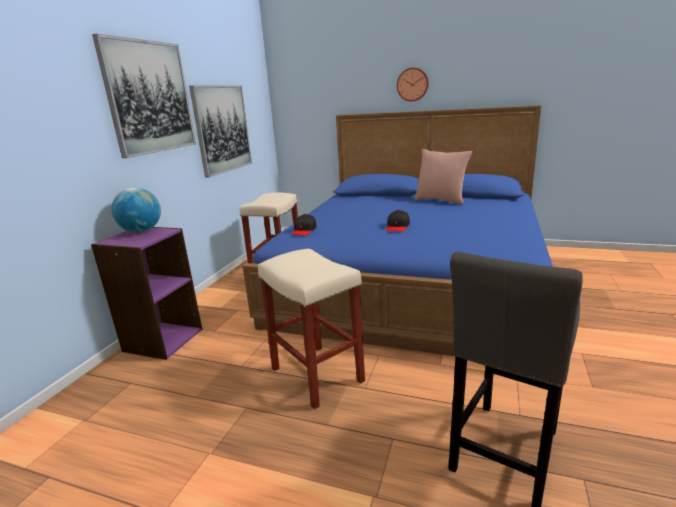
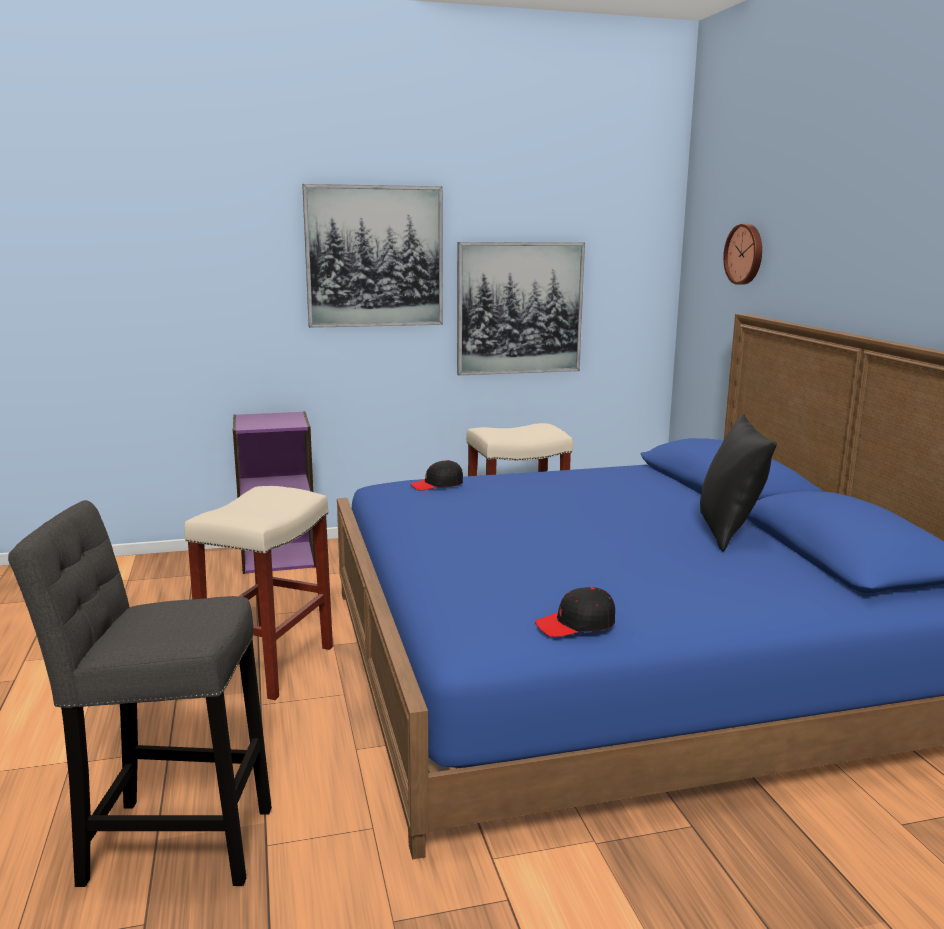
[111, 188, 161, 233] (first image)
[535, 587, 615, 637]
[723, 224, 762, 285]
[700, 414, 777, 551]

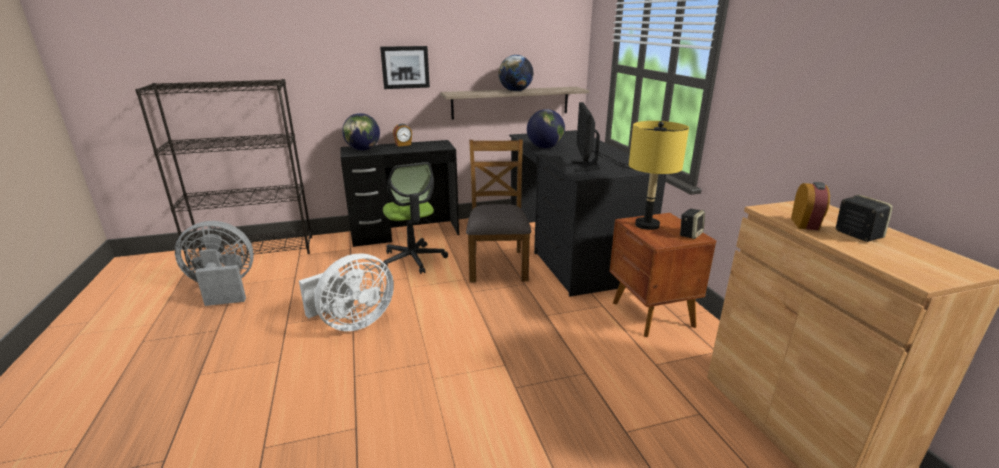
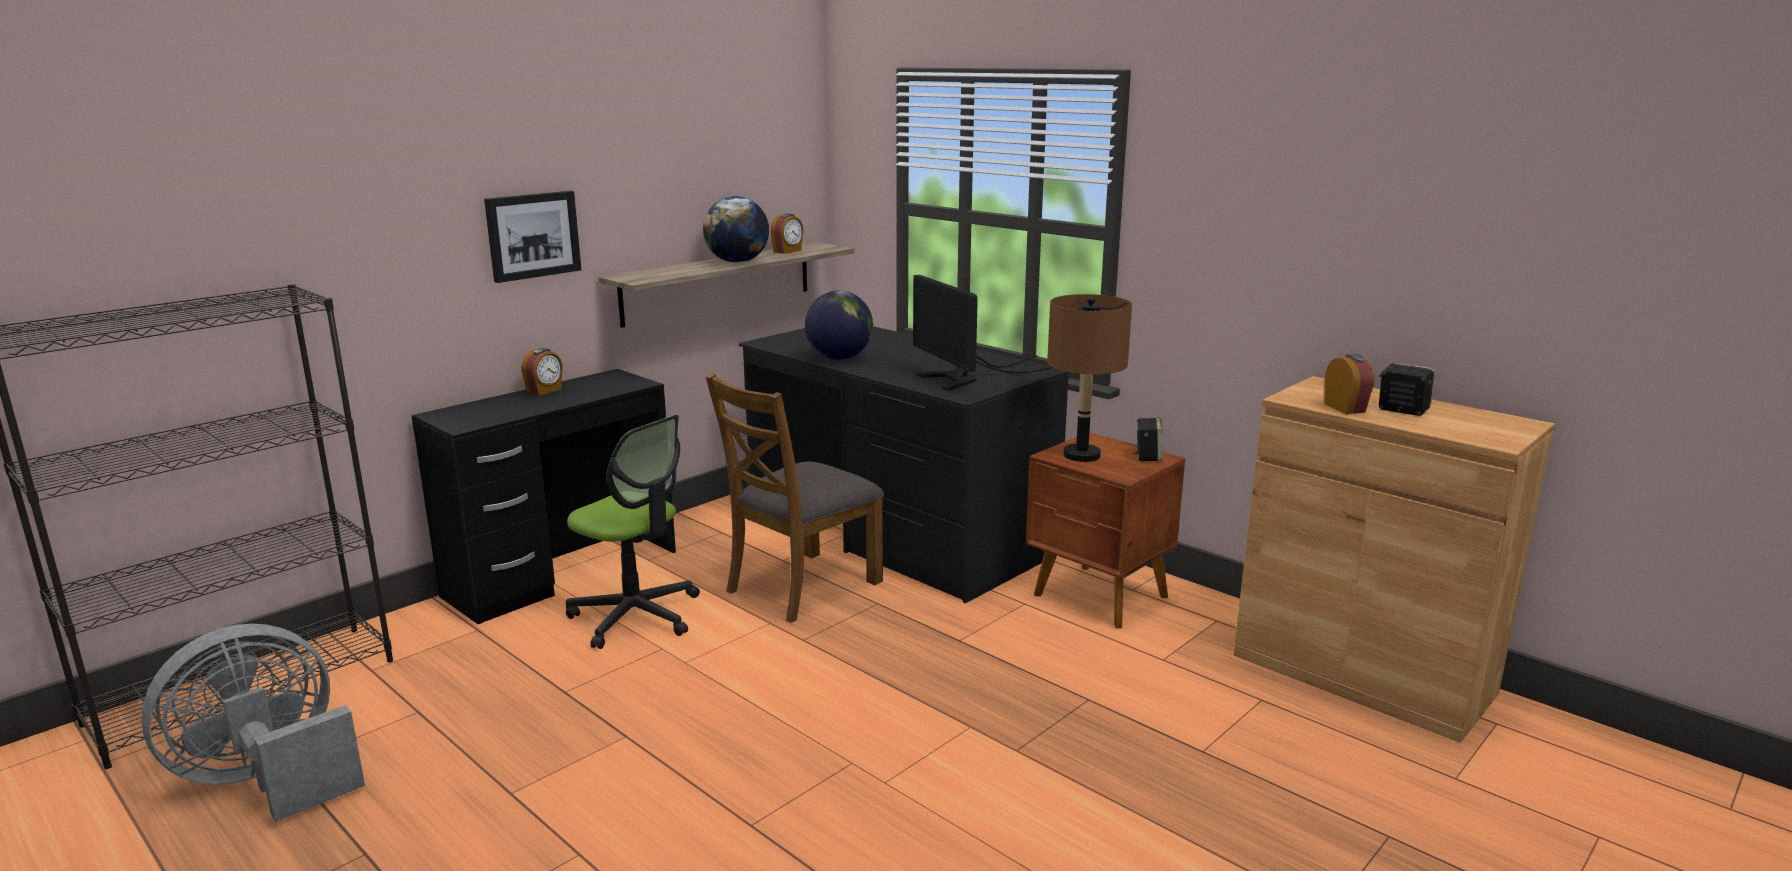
[299, 253, 394, 331] (first image)
[342, 113, 380, 150] (first image)
[706, 373, 884, 623]
[1047, 294, 1132, 462]
[770, 213, 804, 254]

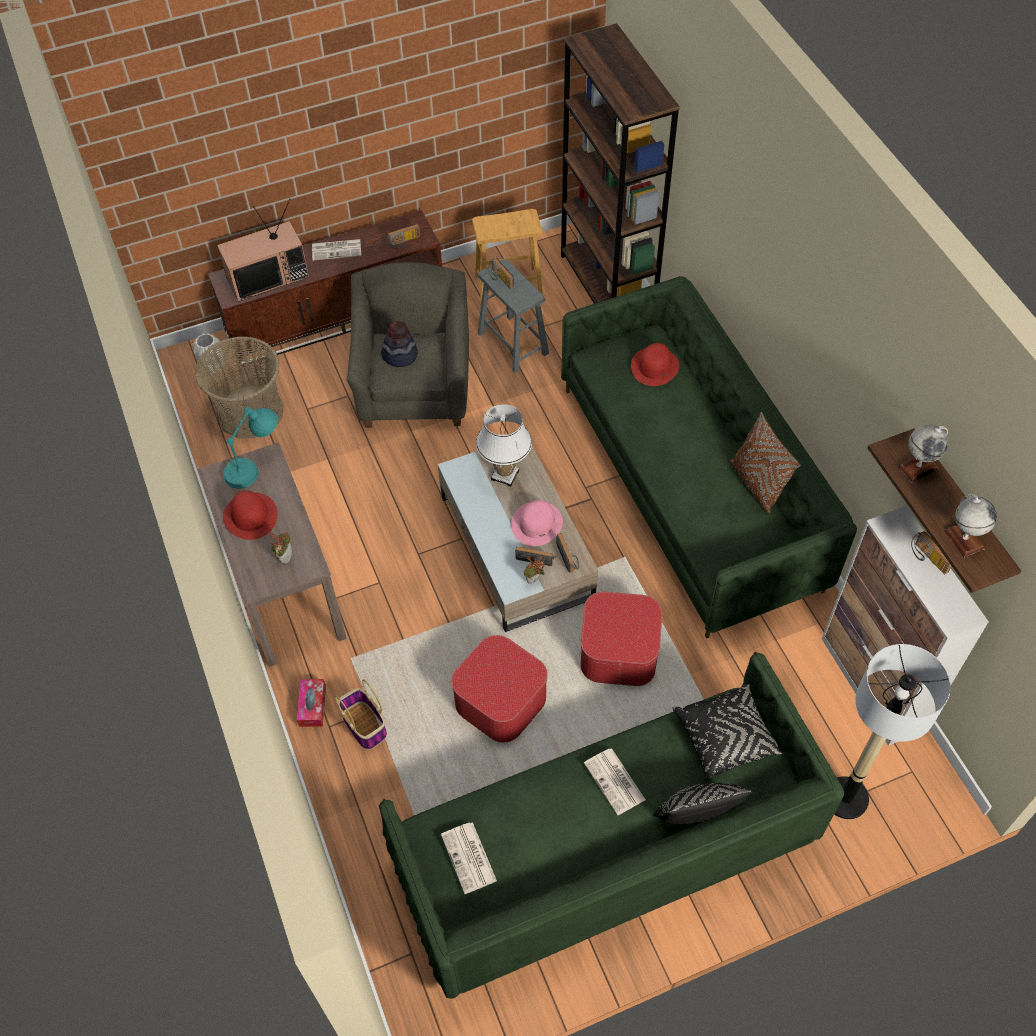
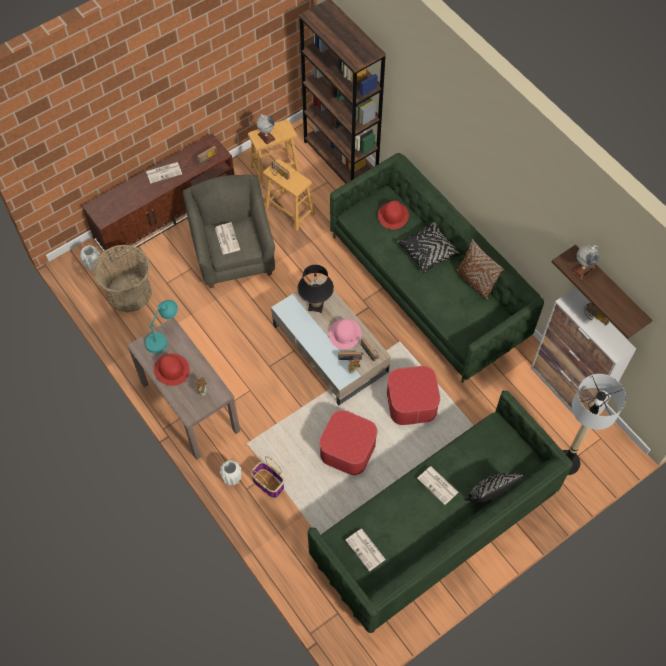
[217, 198, 309, 302] (first image)
[220, 460, 241, 485]
[215, 223, 240, 255]
[298, 265, 334, 313]
[263, 159, 315, 231]
[397, 222, 460, 273]
[257, 114, 275, 144]

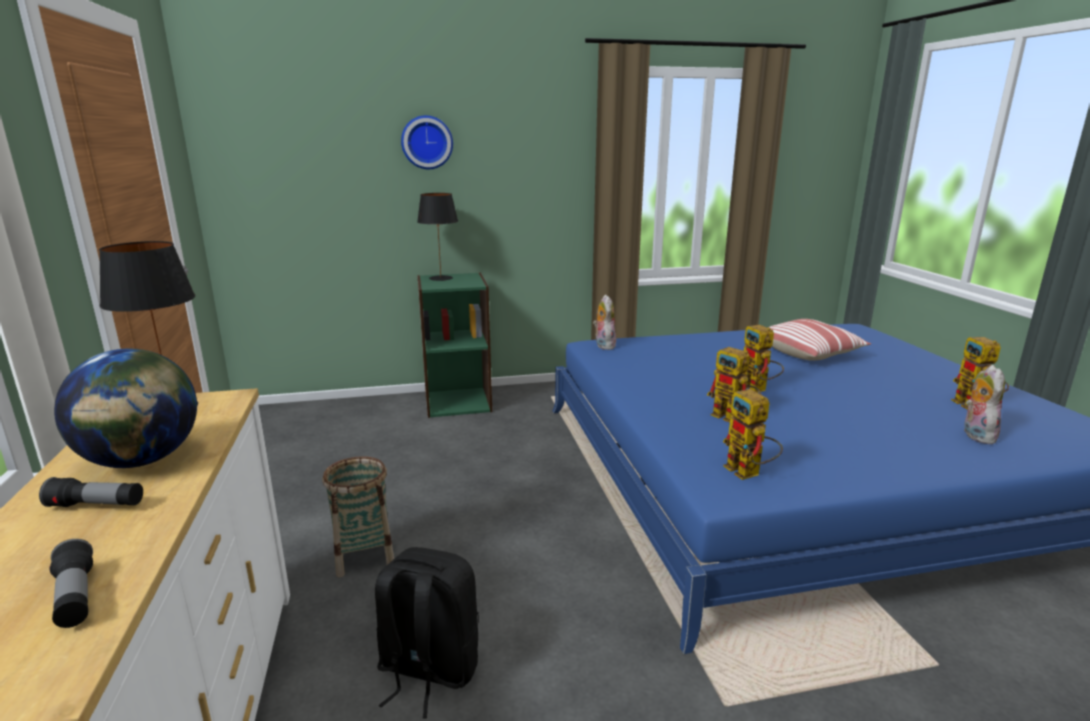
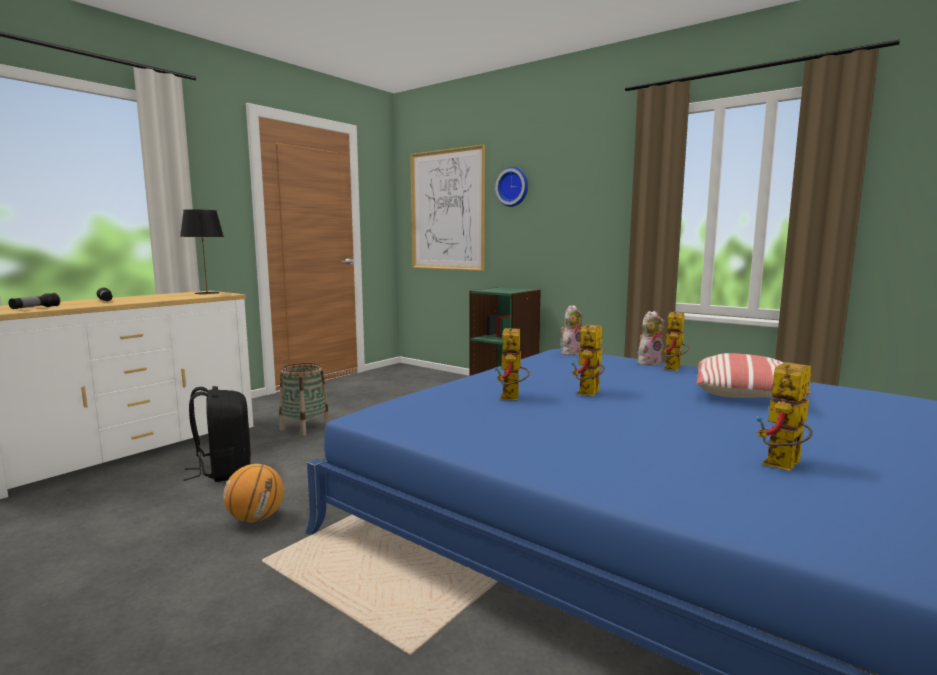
[54, 349, 197, 468] (first image)
[417, 193, 458, 281] (first image)
[660, 311, 690, 371]
[637, 311, 665, 365]
[223, 464, 284, 523]
[410, 145, 485, 271]

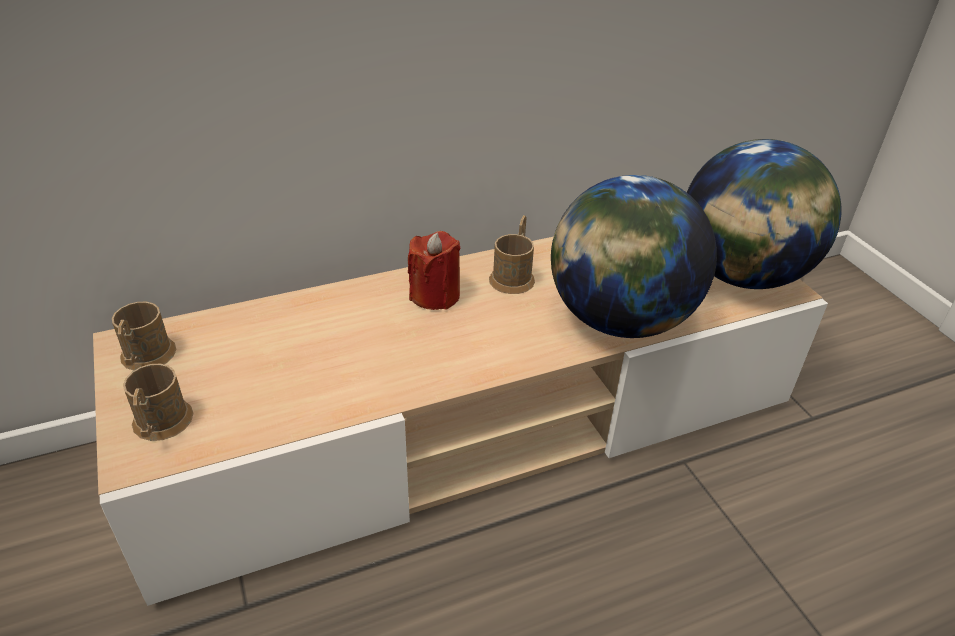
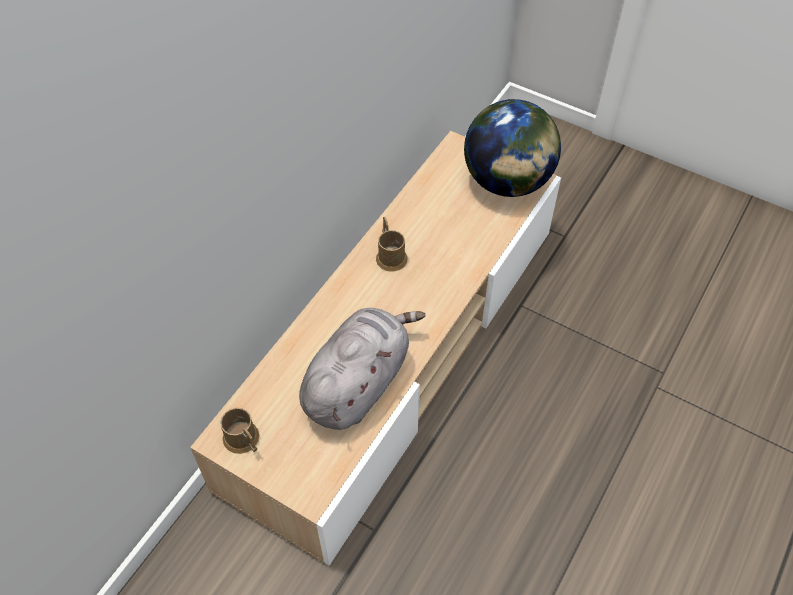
[123, 364, 193, 441] (first image)
[408, 231, 460, 310] (first image)
[551, 175, 717, 338] (first image)
[299, 308, 426, 430]

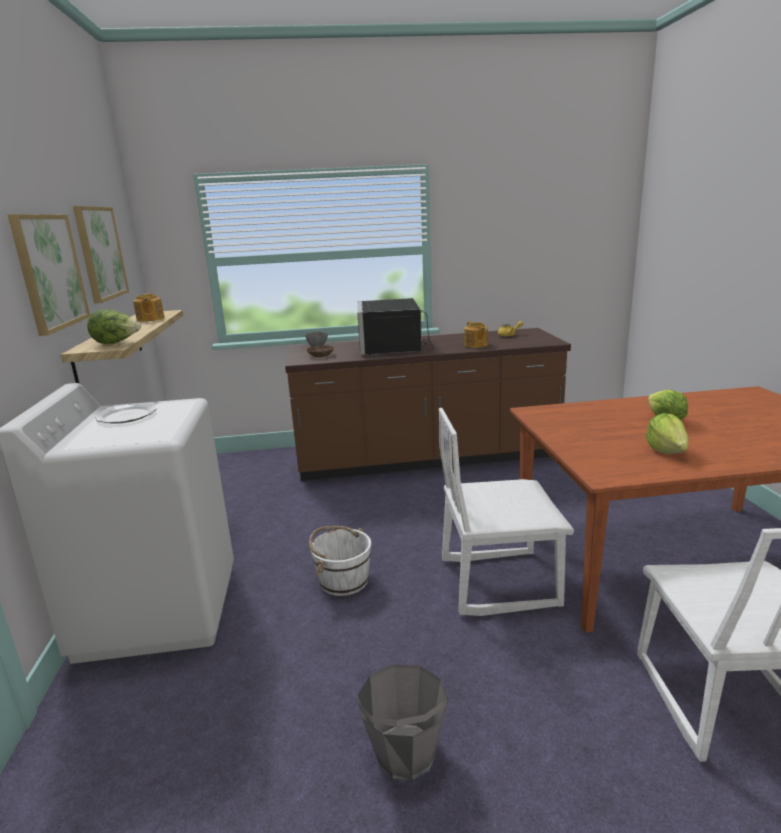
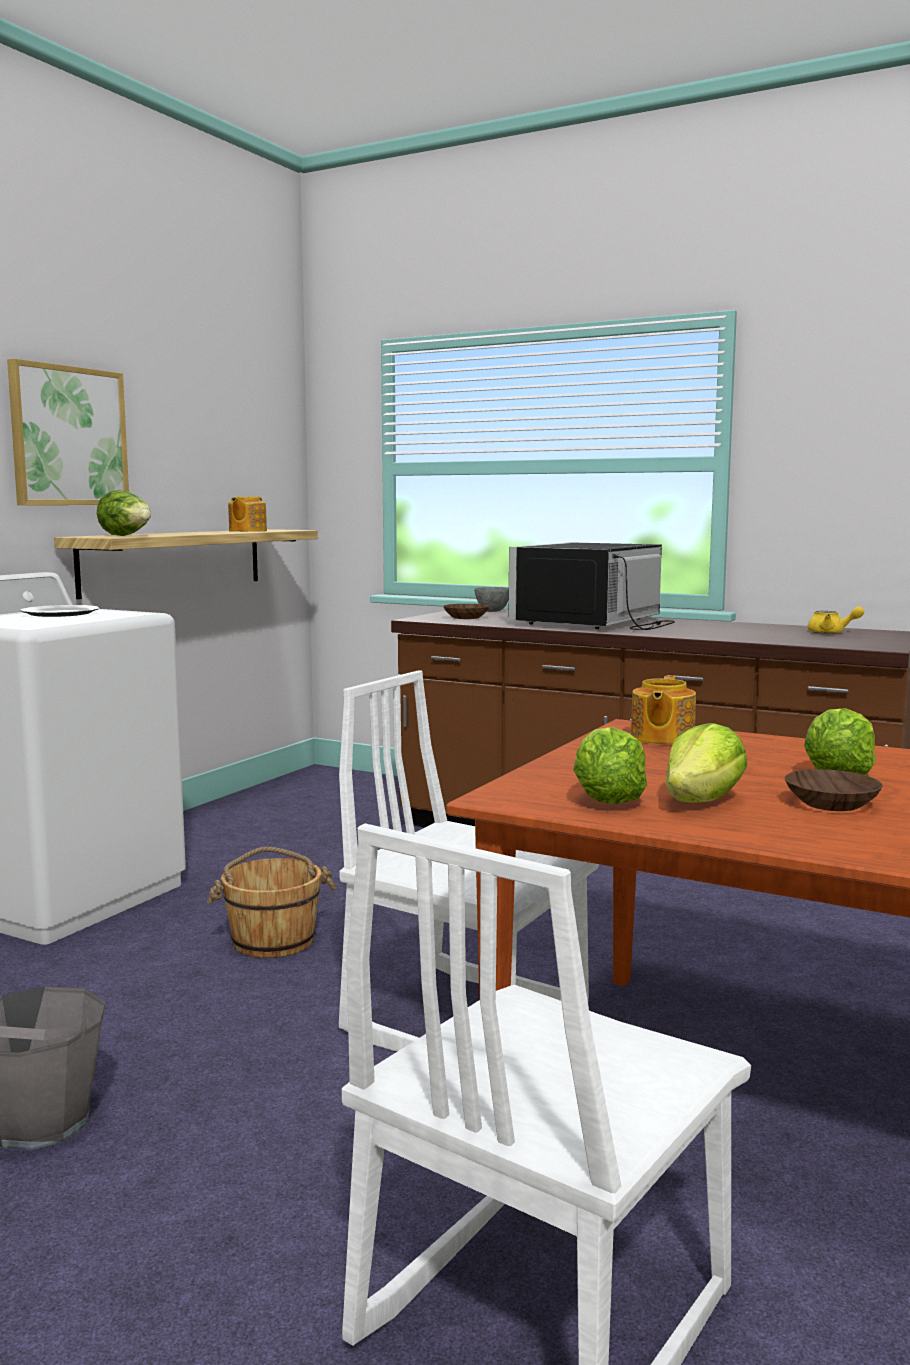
[73, 206, 129, 303] (first image)
[207, 847, 336, 958]
[631, 675, 696, 745]
[573, 727, 647, 804]
[785, 769, 883, 811]

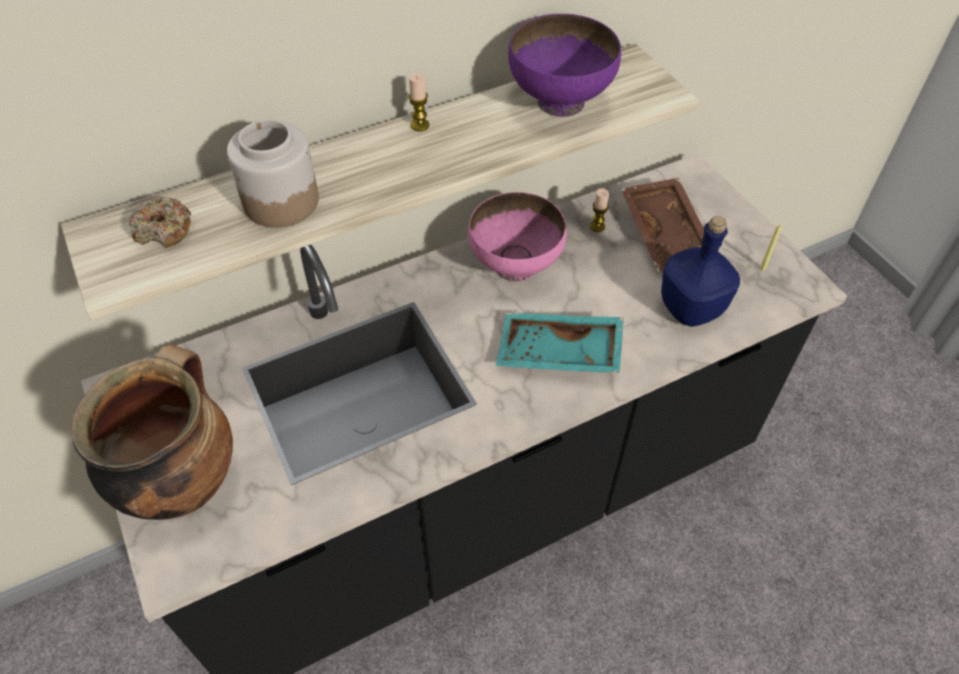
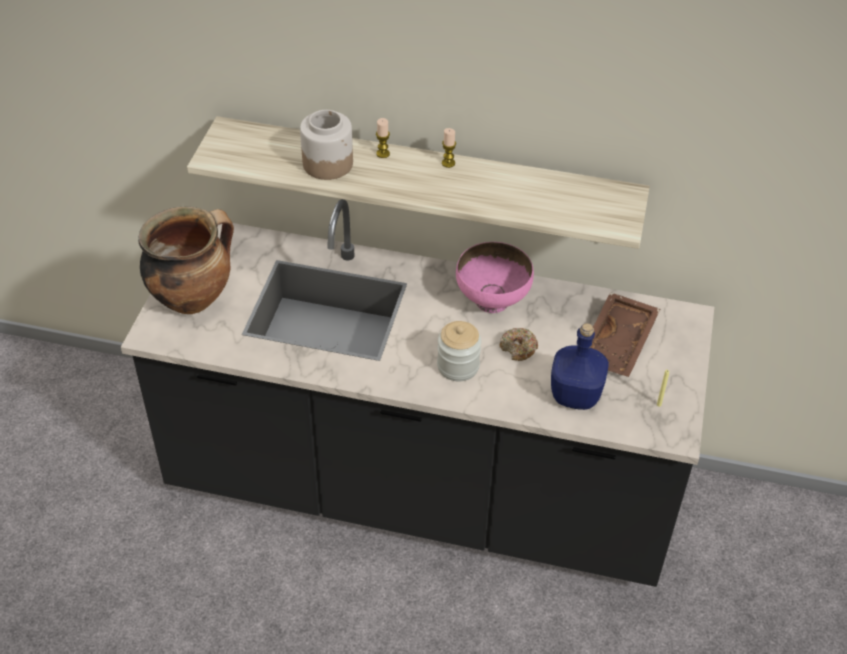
[499, 328, 538, 361]
[437, 321, 481, 381]
[508, 14, 621, 117] (first image)
[376, 118, 390, 158]

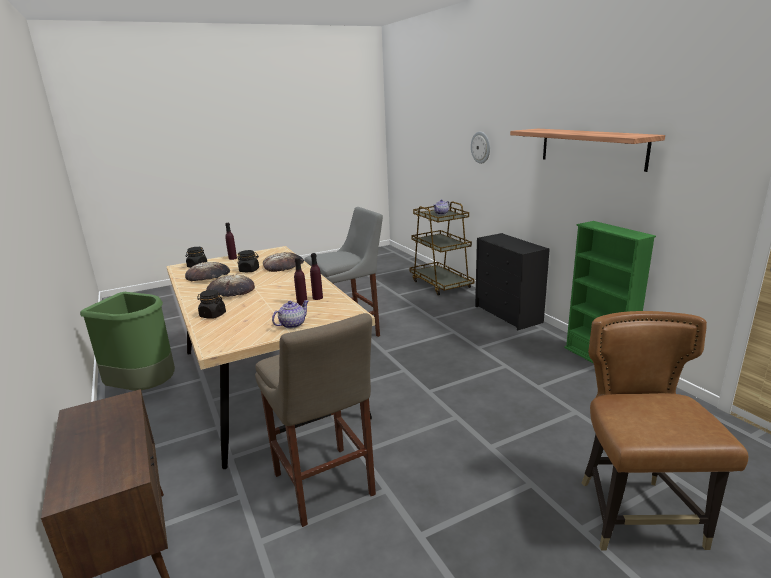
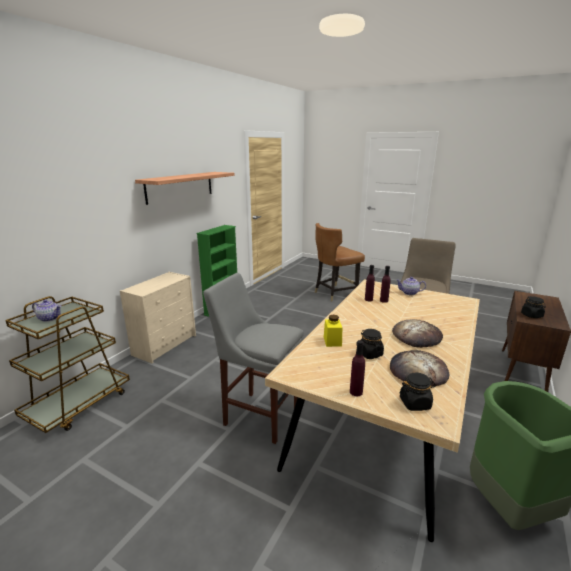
[521, 296, 546, 318]
[324, 315, 342, 347]
[471, 132, 490, 164] (first image)
[120, 272, 196, 364]

